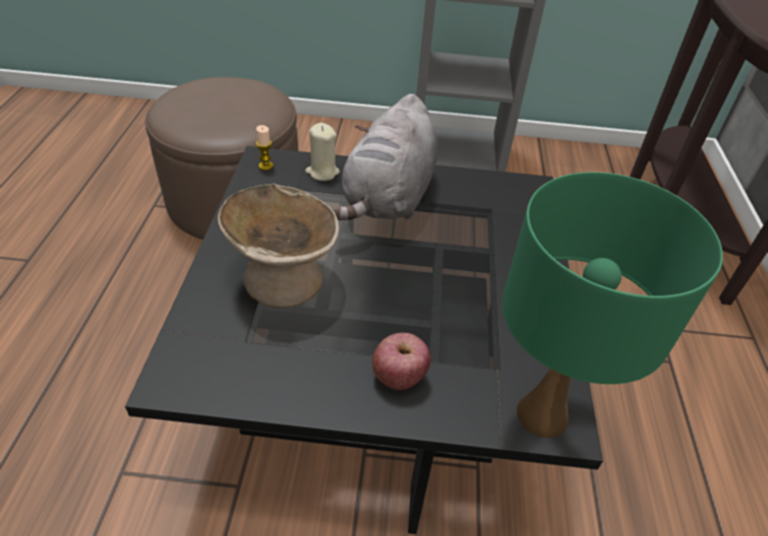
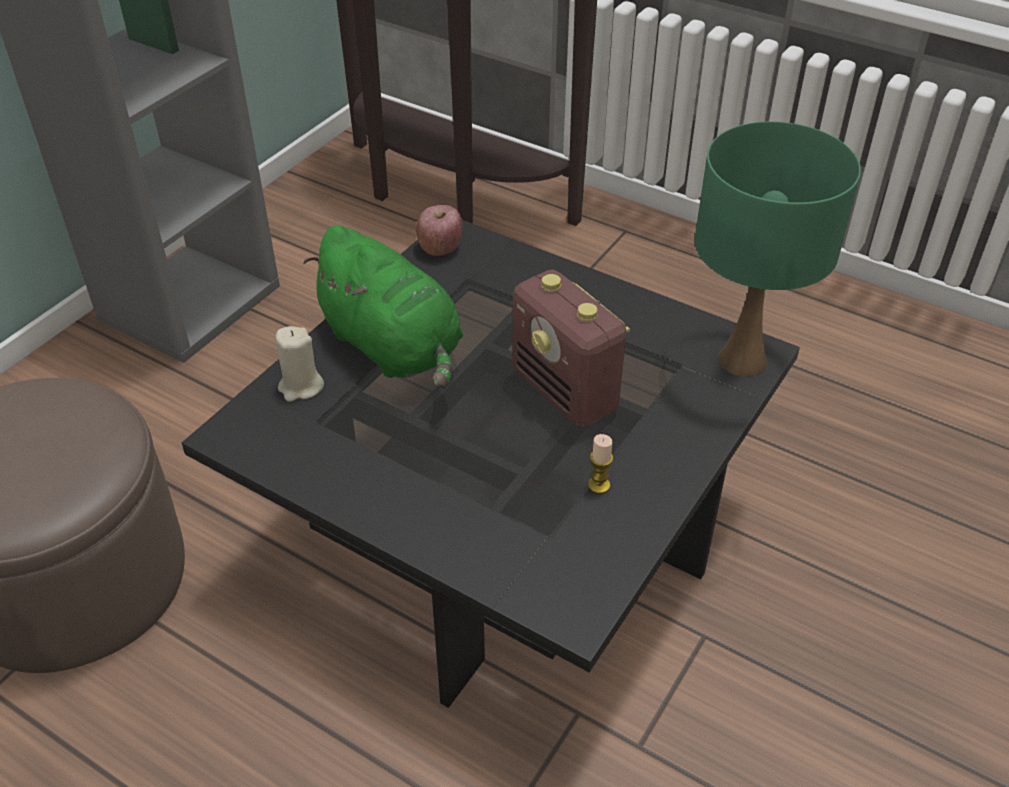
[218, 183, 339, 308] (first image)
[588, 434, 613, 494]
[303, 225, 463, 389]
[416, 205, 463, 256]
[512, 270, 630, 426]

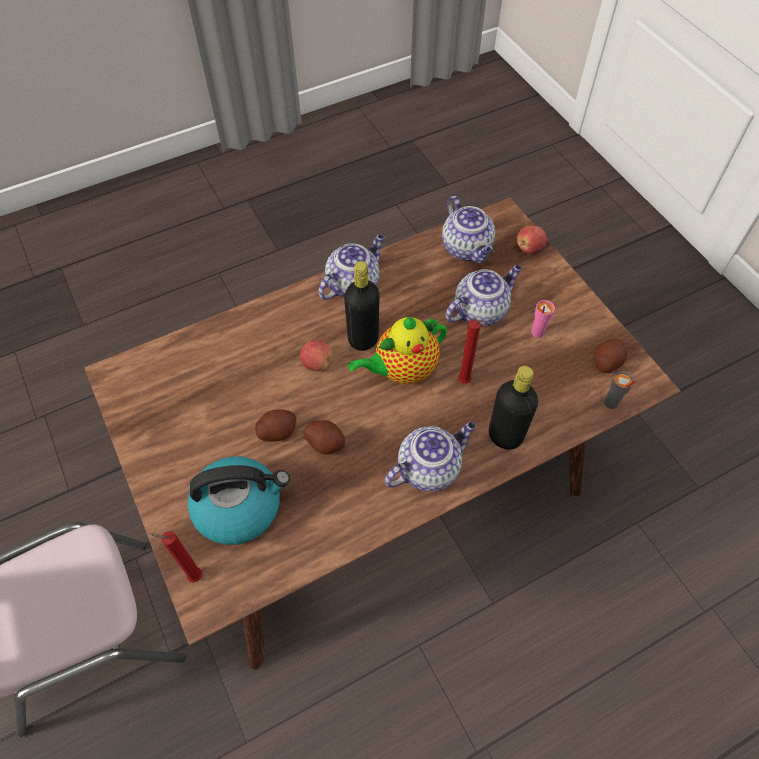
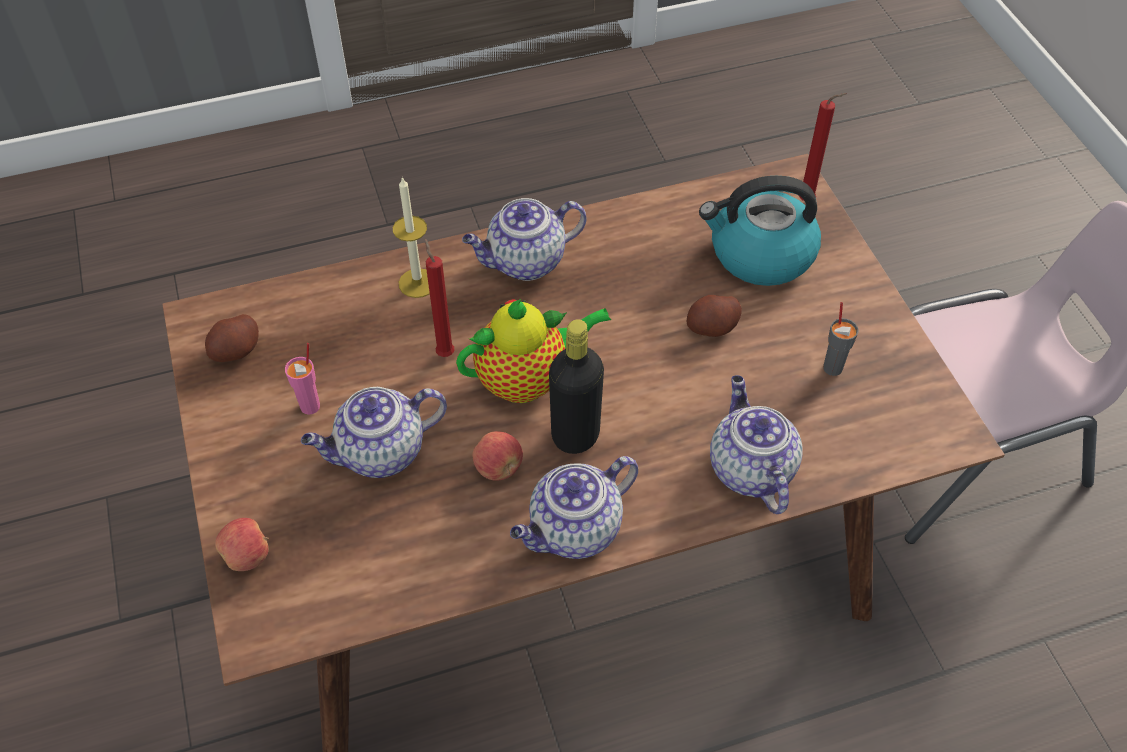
[472, 431, 523, 481]
[303, 420, 345, 455] (first image)
[710, 375, 803, 514]
[393, 177, 430, 298]
[823, 302, 858, 376]

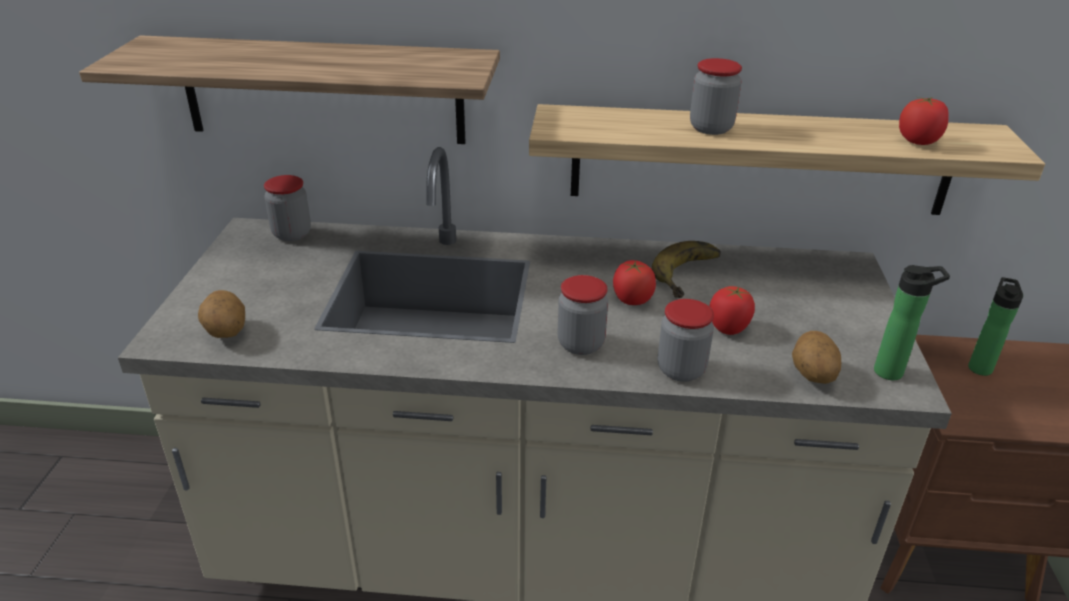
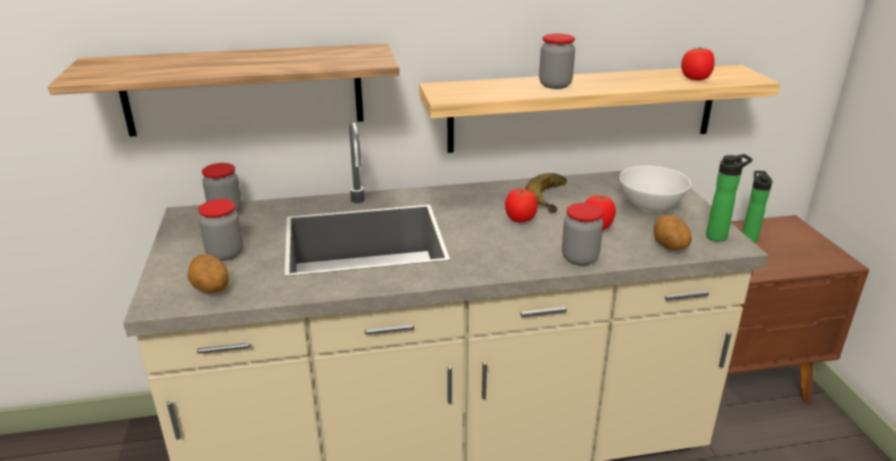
[198, 199, 243, 261]
[619, 166, 691, 213]

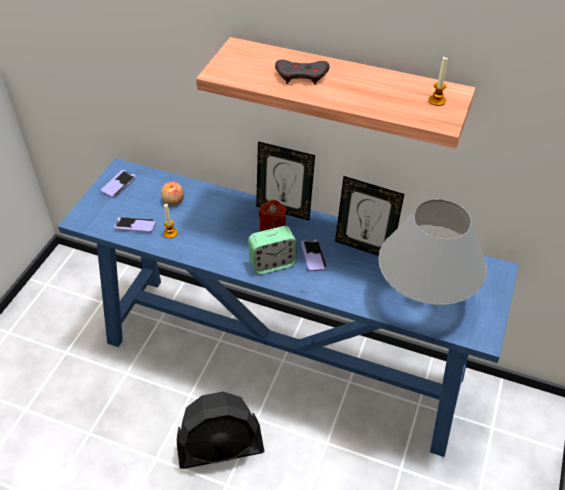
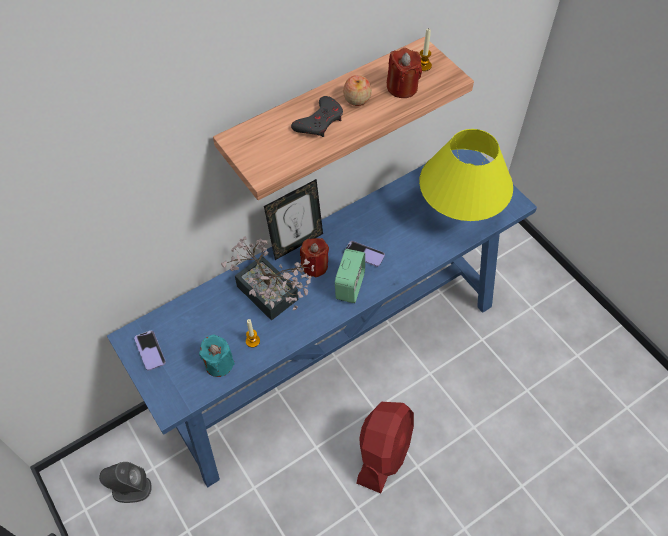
[199, 334, 235, 377]
[343, 75, 372, 106]
[357, 402, 414, 493]
[335, 176, 405, 256] (first image)
[419, 129, 513, 221]
[99, 462, 152, 503]
[221, 236, 315, 321]
[387, 48, 422, 98]

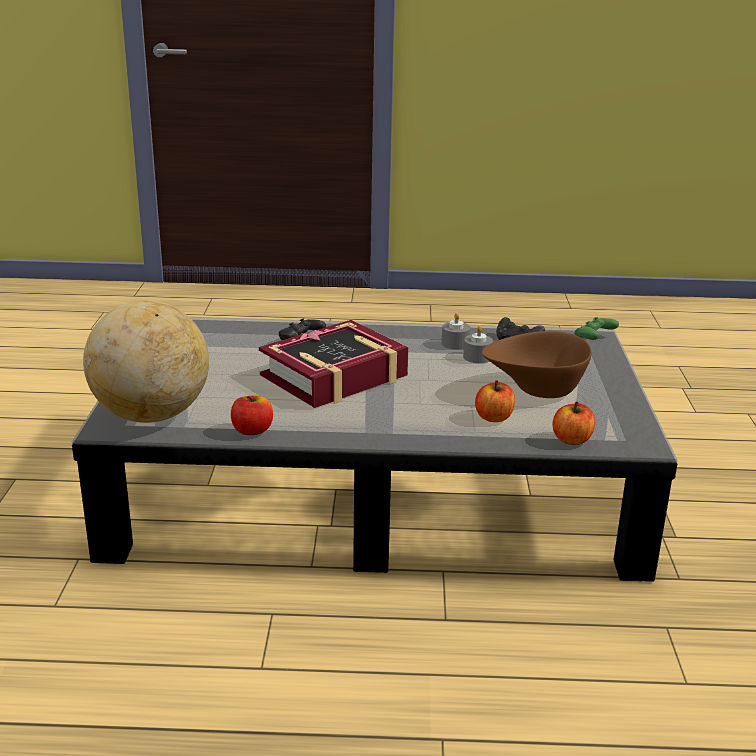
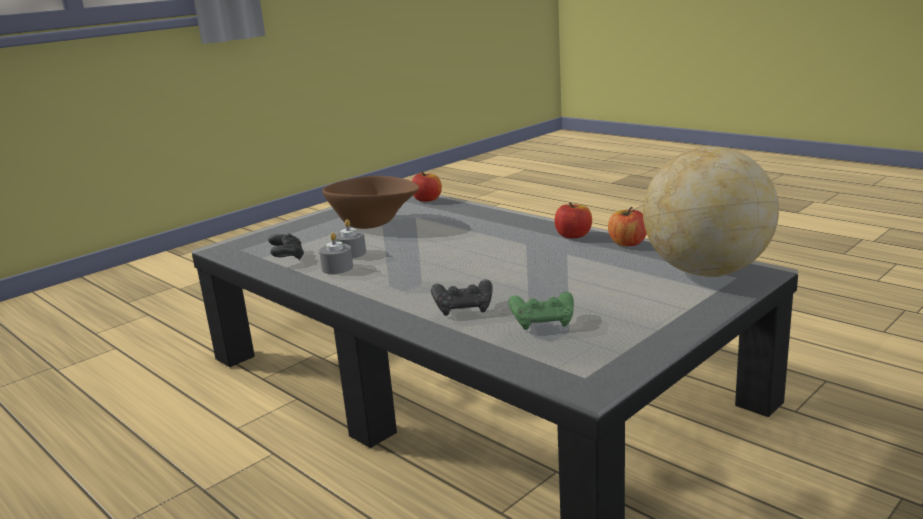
[259, 320, 409, 408] (first image)
[554, 203, 592, 238]
[508, 291, 574, 330]

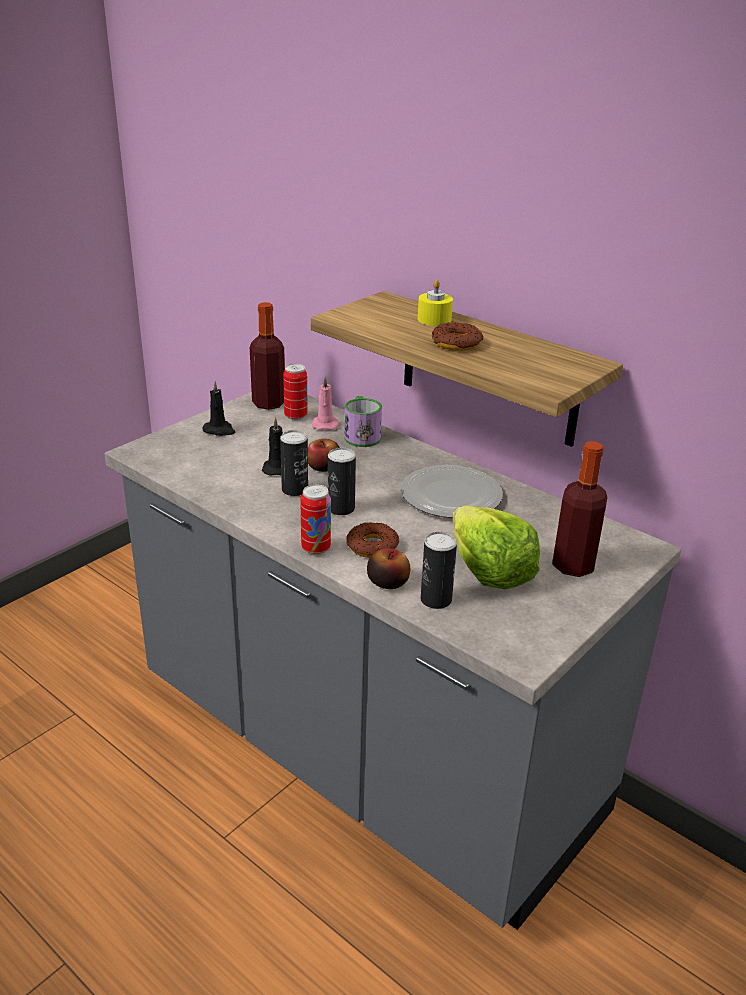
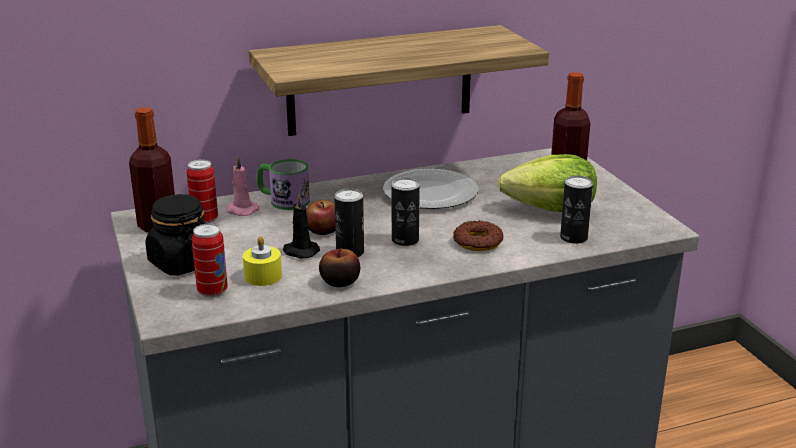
[145, 194, 207, 276]
[192, 224, 228, 297]
[319, 248, 360, 287]
[243, 236, 282, 286]
[432, 322, 484, 351] (first image)

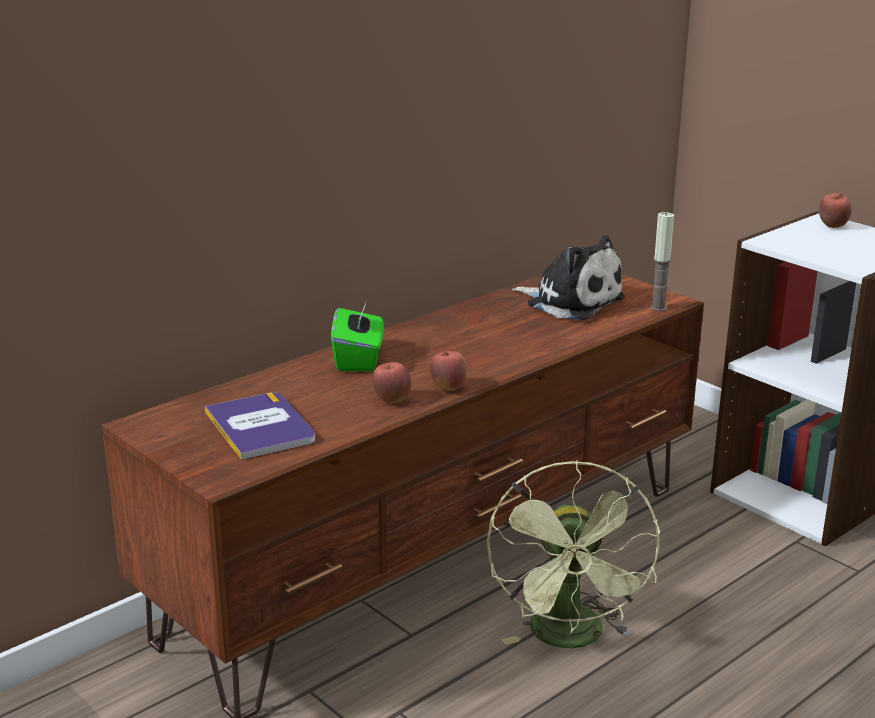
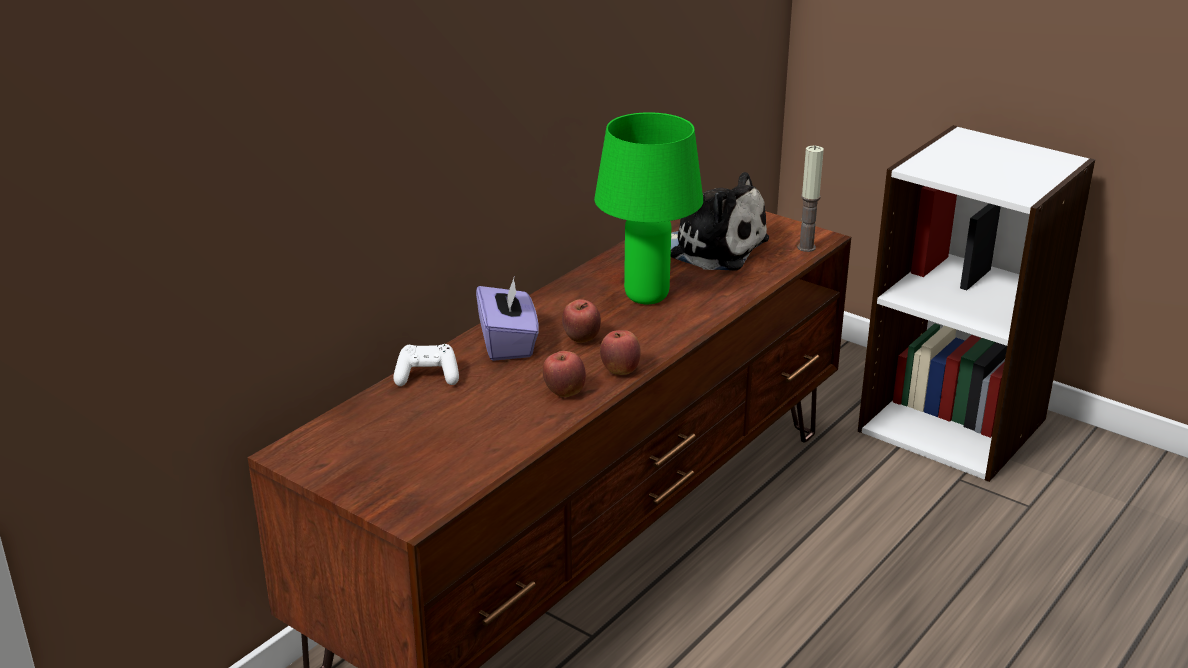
[205, 392, 315, 460] (first image)
[476, 278, 539, 361]
[487, 460, 660, 649] (first image)
[562, 299, 601, 343]
[393, 344, 459, 386]
[594, 112, 703, 304]

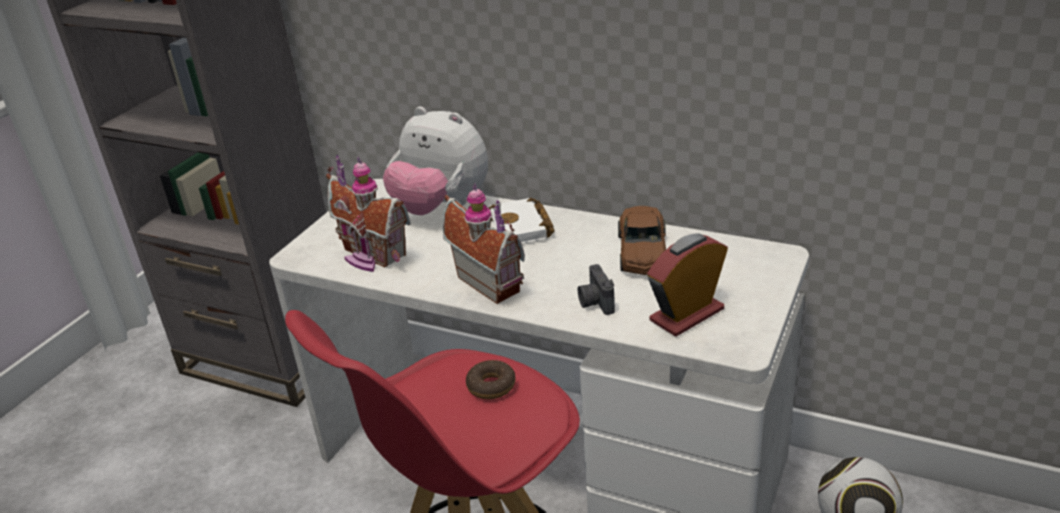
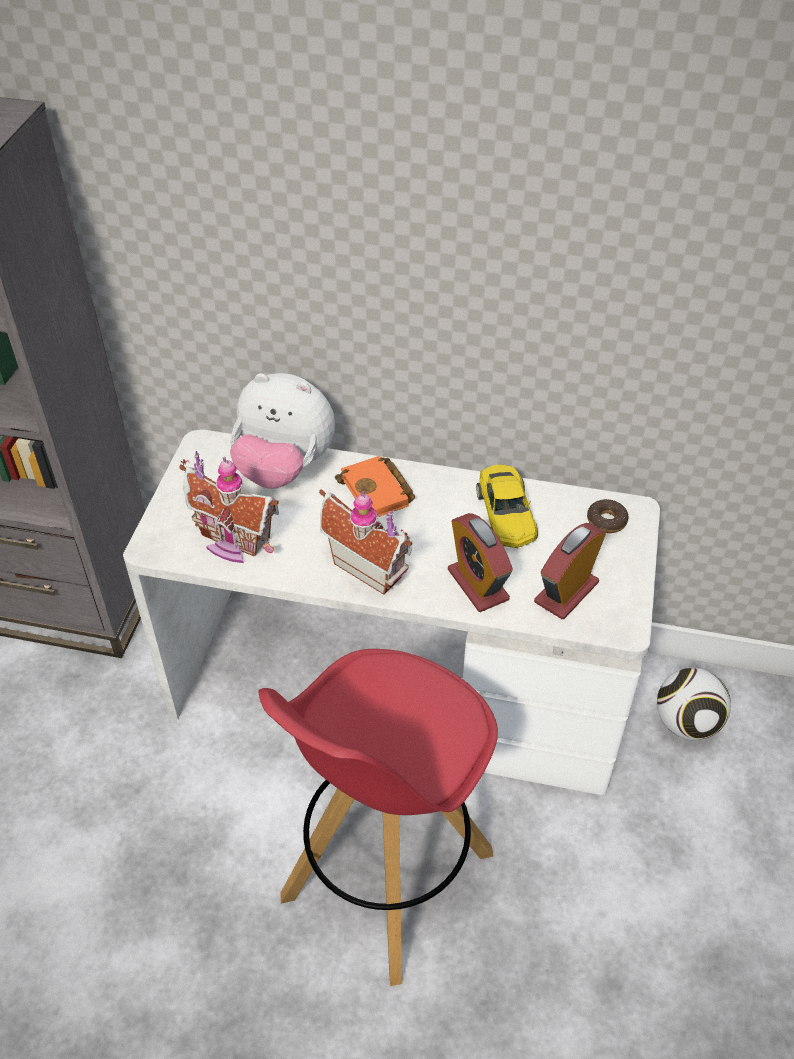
[587, 499, 629, 533]
[335, 456, 415, 517]
[448, 513, 513, 612]
[476, 465, 538, 548]

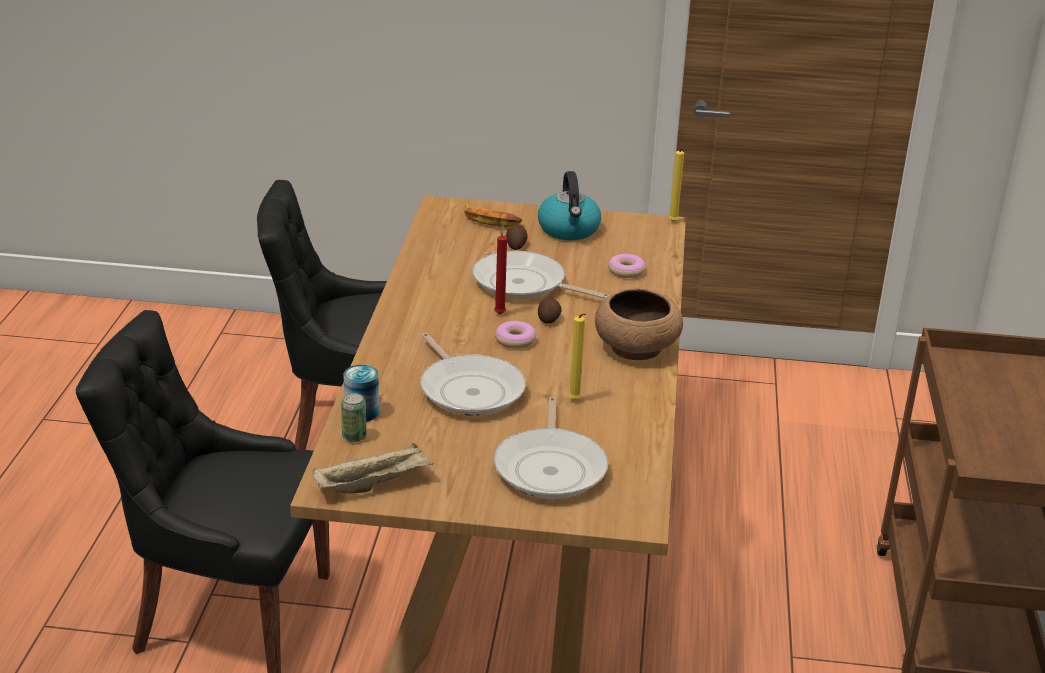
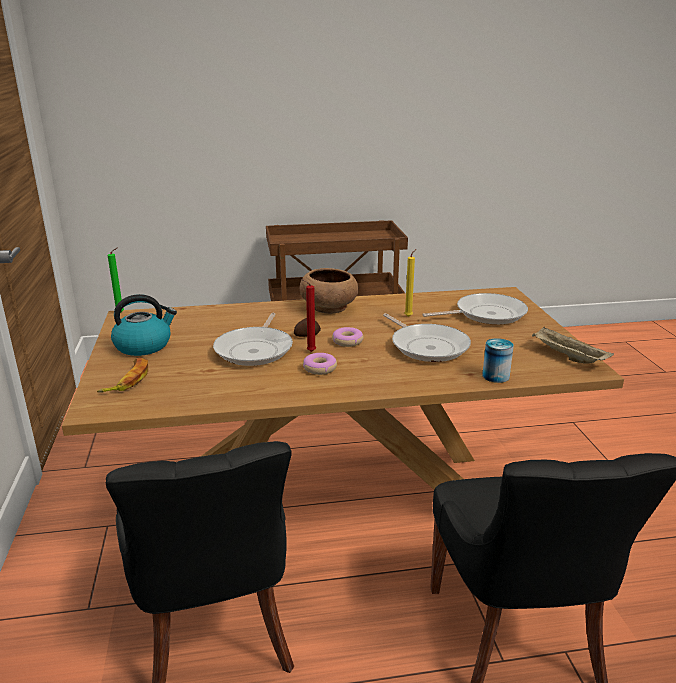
[341, 393, 367, 442] (first image)
[383, 313, 471, 362]
[506, 225, 528, 250] (first image)
[303, 353, 337, 375]
[108, 248, 124, 313]

